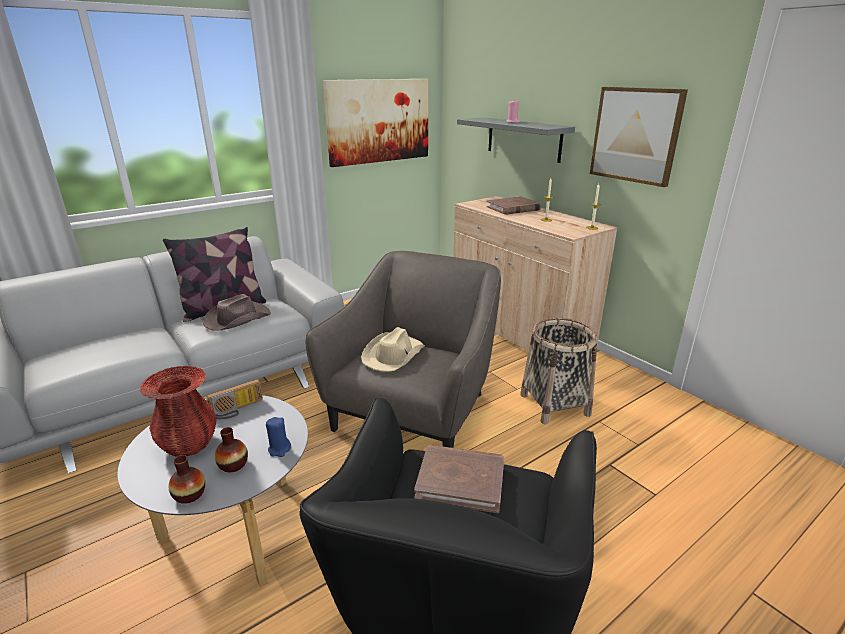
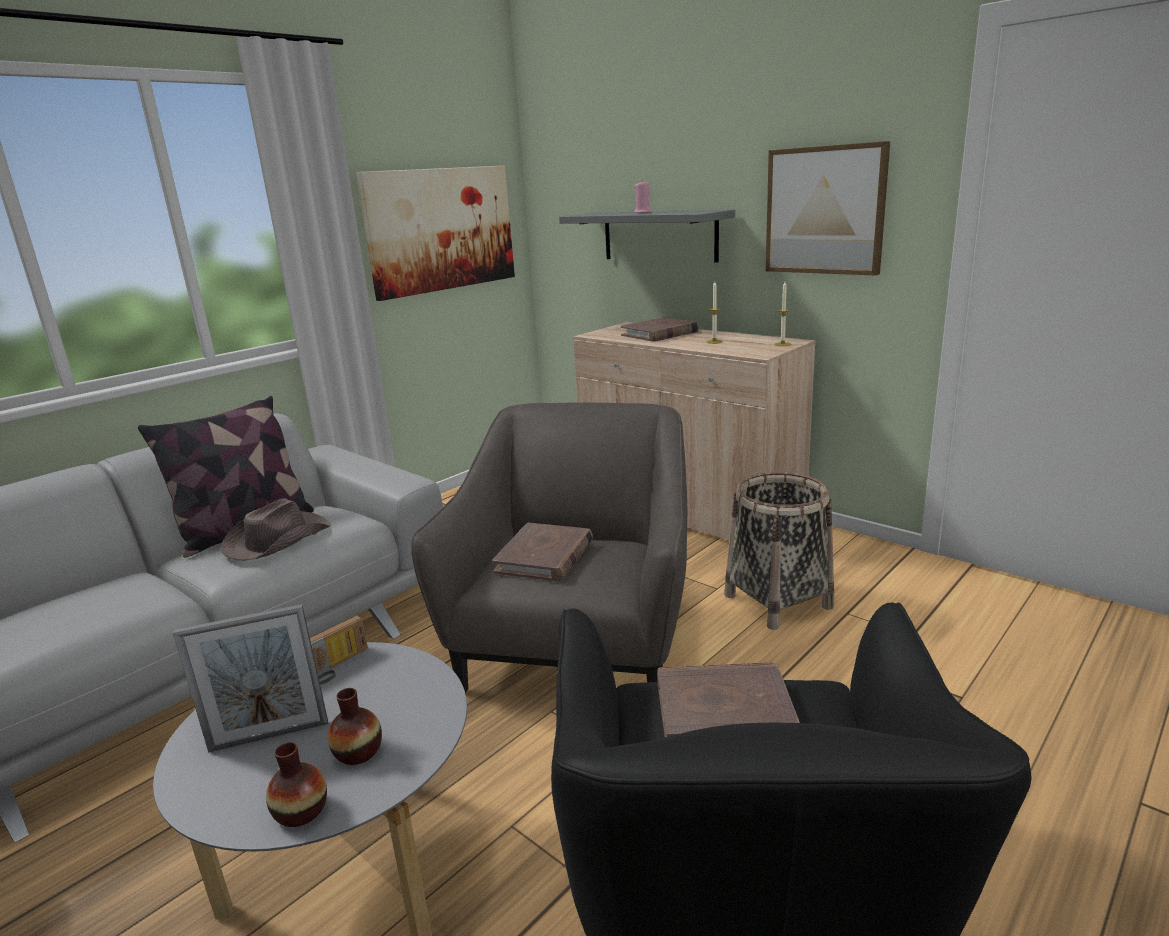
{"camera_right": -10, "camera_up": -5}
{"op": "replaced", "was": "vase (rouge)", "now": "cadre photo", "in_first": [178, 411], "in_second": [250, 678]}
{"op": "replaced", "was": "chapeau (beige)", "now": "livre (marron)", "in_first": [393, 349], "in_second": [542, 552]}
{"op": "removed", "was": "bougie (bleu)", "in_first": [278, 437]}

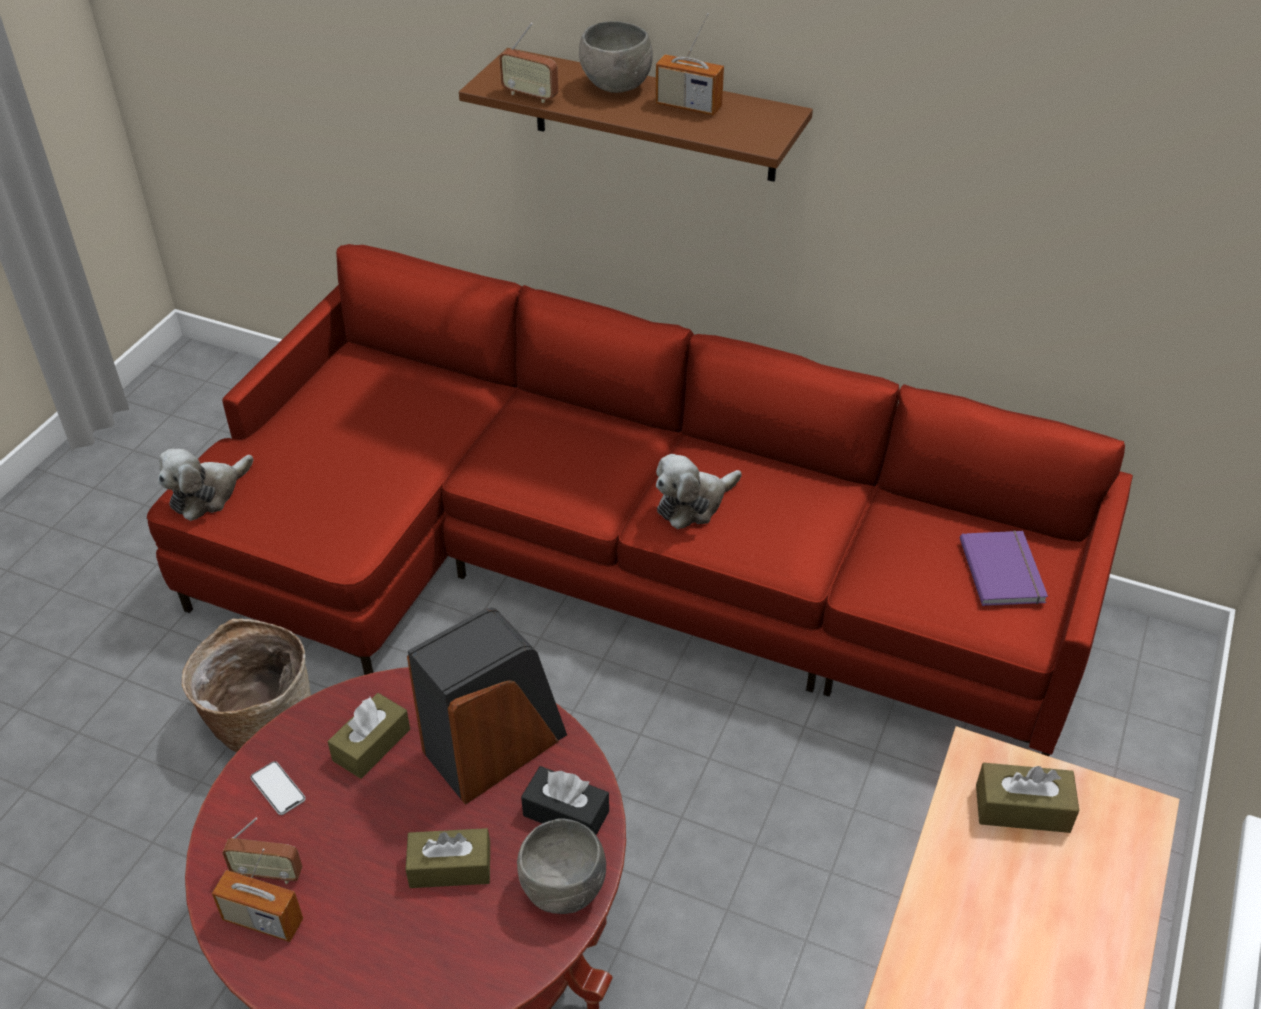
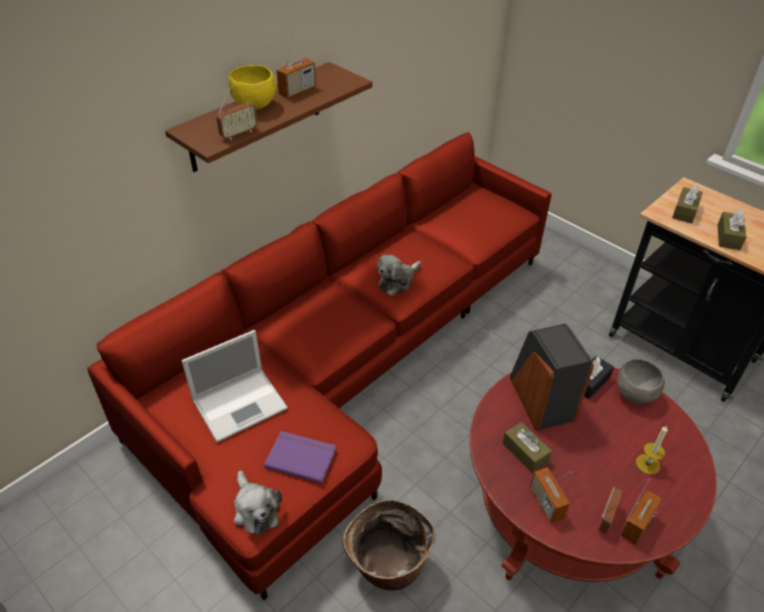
{"camera_right": -70, "camera_up": 0}
{"op": "added", "now": "ordinateur portable", "in_second": [235, 386]}
{"op": "recoloured", "was": "bol (gris)", "now": "bol (jaune)", "in_first": [616, 57], "in_second": [252, 87]}
{"op": "moved", "was": "livre (violet)", "in_first": [1004, 568], "in_second": [300, 457]}
{"op": "turned", "was": "peluche", "in_first": [699, 491], "in_second": [399, 275], "clockwise": 60}
{"op": "replaced", "was": "téléphone", "now": "radio", "in_first": [278, 788], "in_second": [550, 495]}
{"op": "added", "now": "bougie", "in_second": [652, 450]}
{"op": "moved", "was": "boîte à mouchoirs (marron)", "in_first": [448, 858], "in_second": [732, 229]}

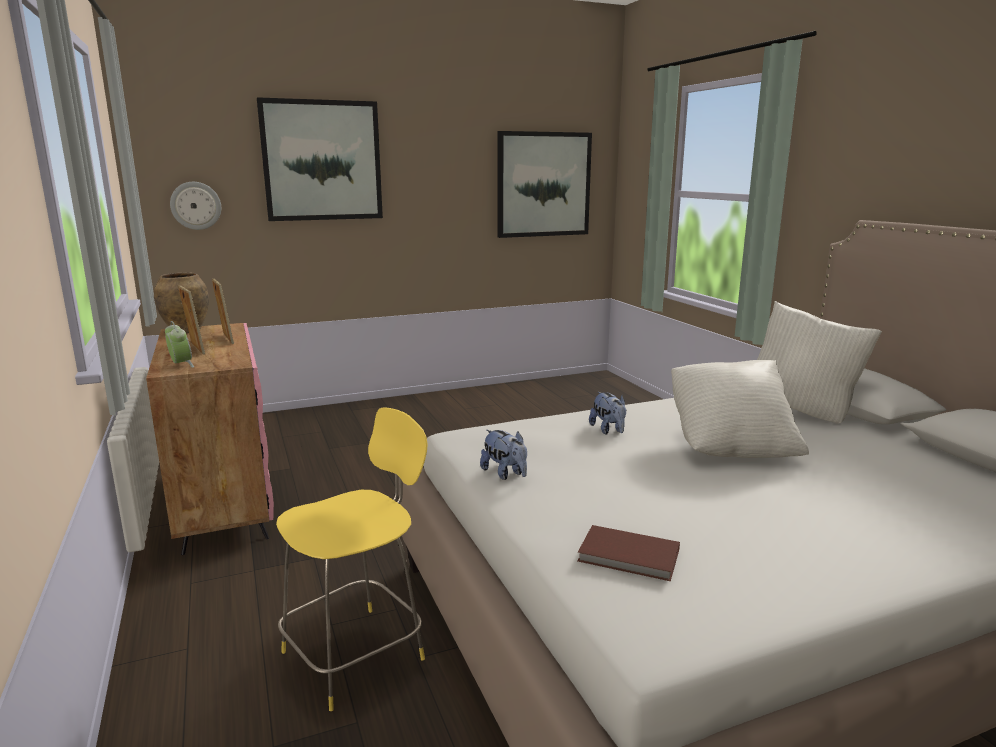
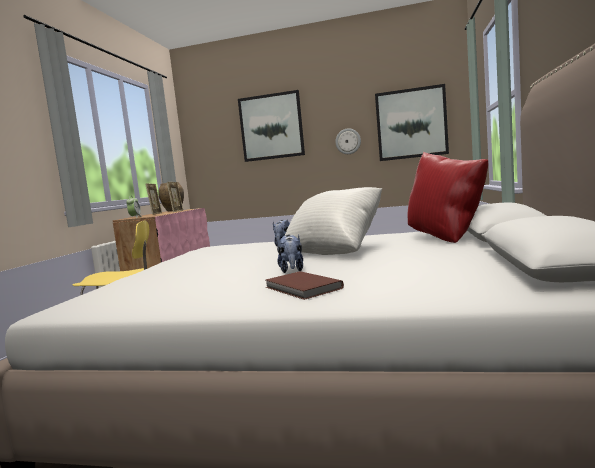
{"camera_right": 35, "camera_up": -10}
{"op": "moved", "was": "livre (marron)", "in_first": [629, 553], "in_second": [305, 285]}
{"op": "moved", "was": "peluche", "in_first": [503, 455], "in_second": [290, 253]}
{"op": "moved", "was": "horloge murale", "in_first": [195, 206], "in_second": [348, 141]}
{"op": "recoloured", "was": "coussin (blanc)", "now": "coussin (rouge)", "in_first": [819, 362], "in_second": [448, 197]}

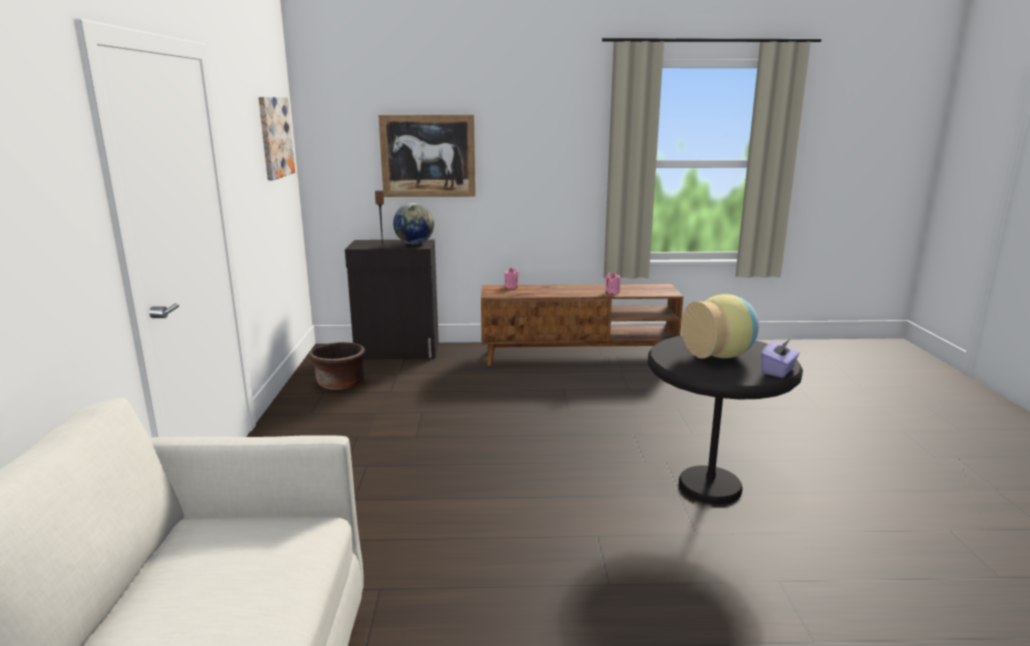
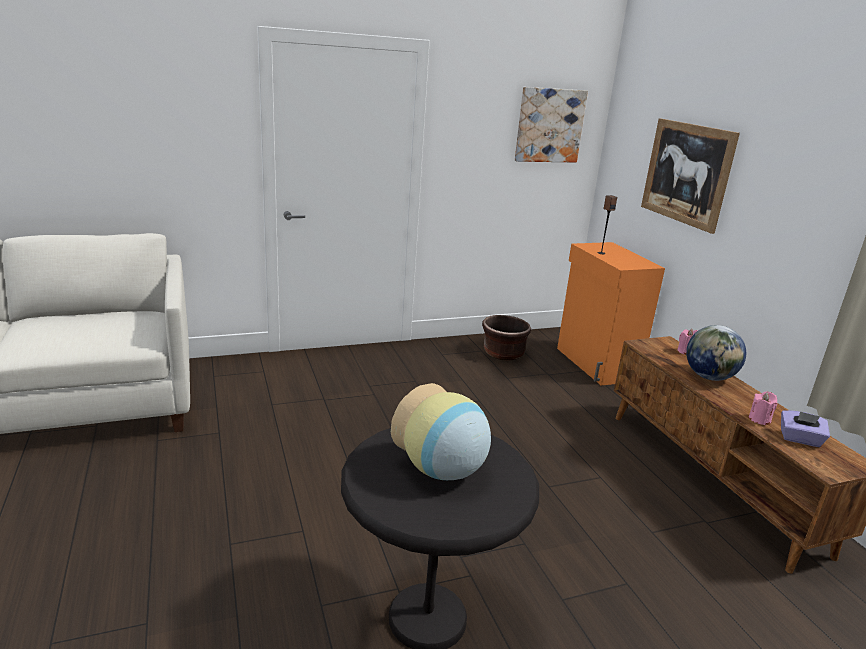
{"camera_right": 70, "camera_up": 5}
{"op": "recoloured", "was": "meuble de rangement (noir)", "now": "meuble de rangement (orange)", "in_first": [392, 299], "in_second": [611, 314]}
{"op": "moved", "was": "globe", "in_first": [413, 223], "in_second": [716, 353]}
{"op": "moved", "was": "boîte à mouchoirs (violet)", "in_first": [780, 358], "in_second": [805, 428]}

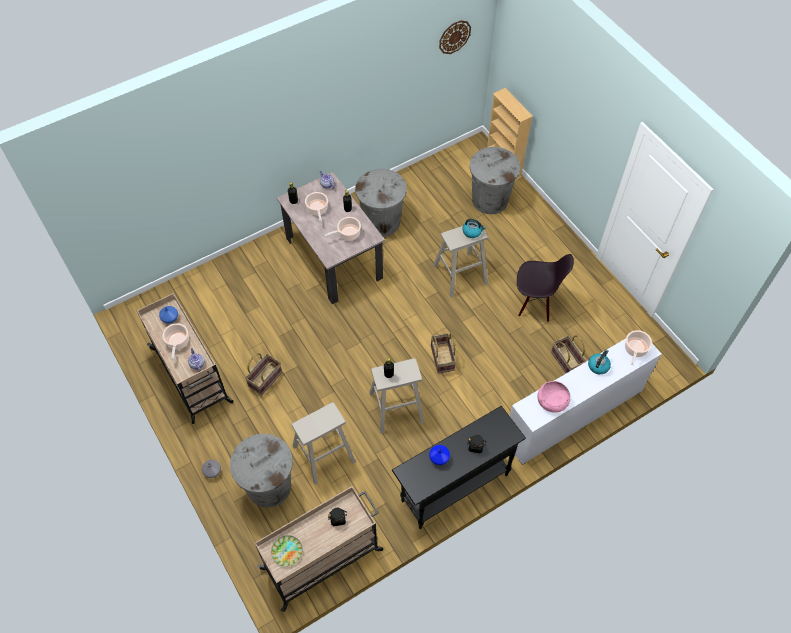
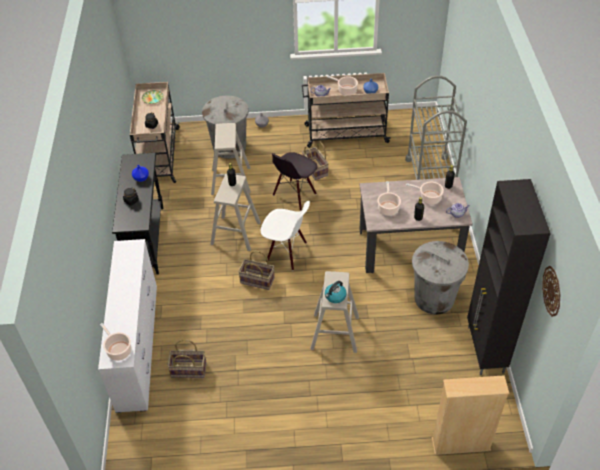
{"camera_right": 120, "camera_up": -10}
{"op": "added", "now": "chaise (blanc)", "in_second": [285, 235]}
{"op": "moved", "was": "chaise (noir)", "in_first": [545, 288], "in_second": [295, 181]}
{"op": "added", "now": "chariot (gris)", "in_second": [436, 127]}
{"op": "added", "now": "meuble de rangement (noir)", "in_second": [509, 277]}
{"op": "removed", "was": "poubelle (gris)", "in_first": [495, 180]}
{"op": "removed", "was": "bol (rose)", "in_first": [553, 397]}
{"op": "removed", "was": "bouilloire", "in_first": [599, 361]}

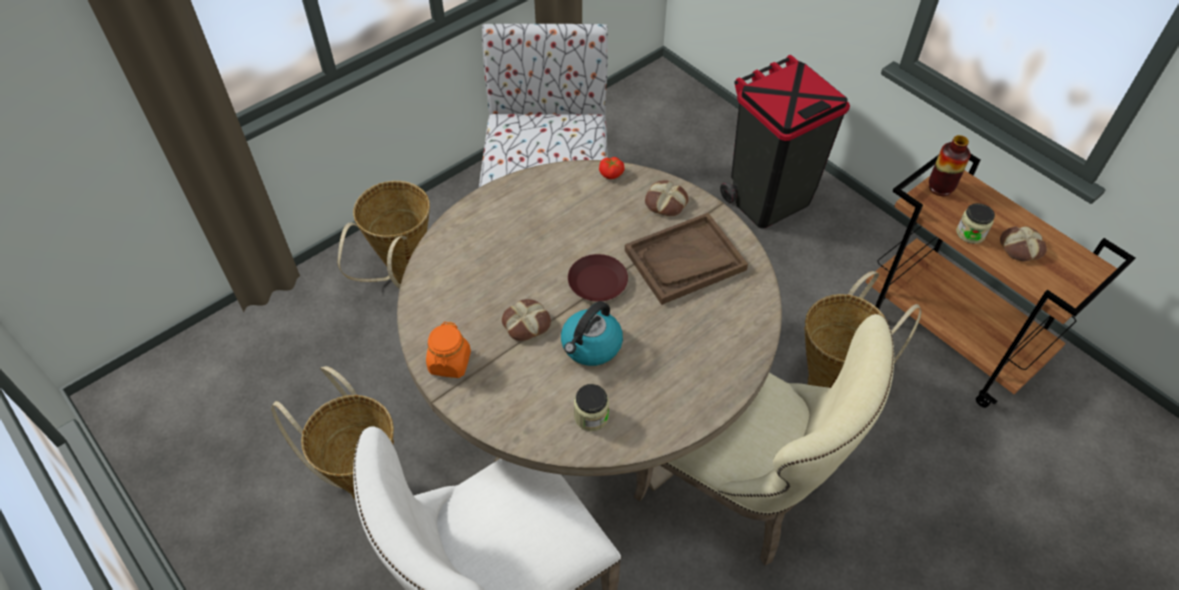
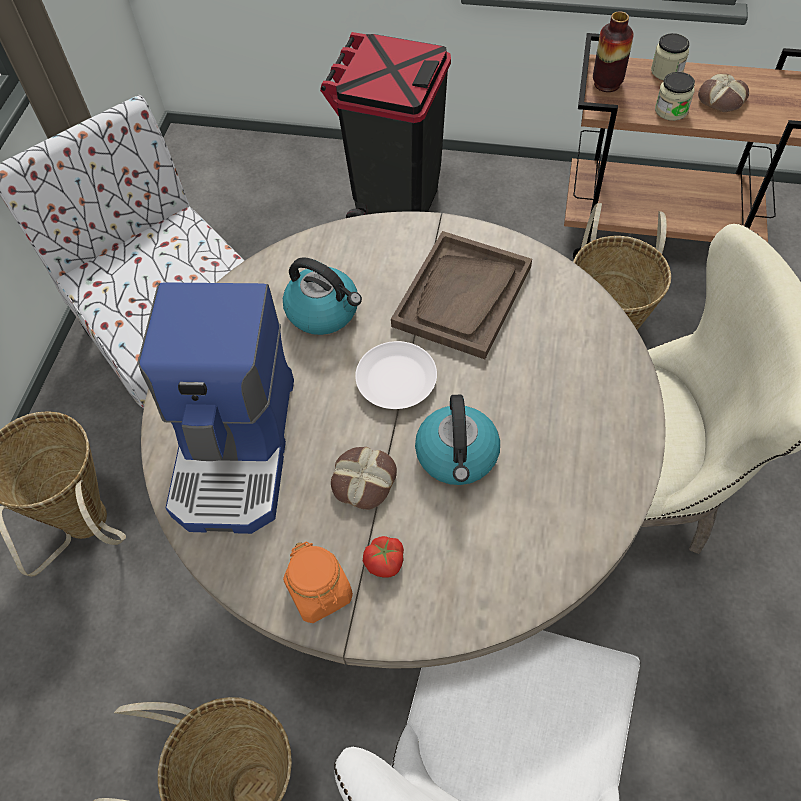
{"camera_right": -35, "camera_up": 5}
{"op": "added", "now": "machine à café", "in_second": [216, 408]}
{"op": "added", "now": "bouilloire", "in_second": [322, 296]}
{"op": "recoloured", "was": "assiette (marron)", "now": "assiette (blanc)", "in_first": [598, 277], "in_second": [396, 375]}
{"op": "moved", "was": "tomate", "in_first": [612, 168], "in_second": [383, 557]}
{"op": "moved", "was": "bocal", "in_first": [591, 407], "in_second": [670, 56]}
{"op": "removed", "was": "pain", "in_first": [667, 198]}

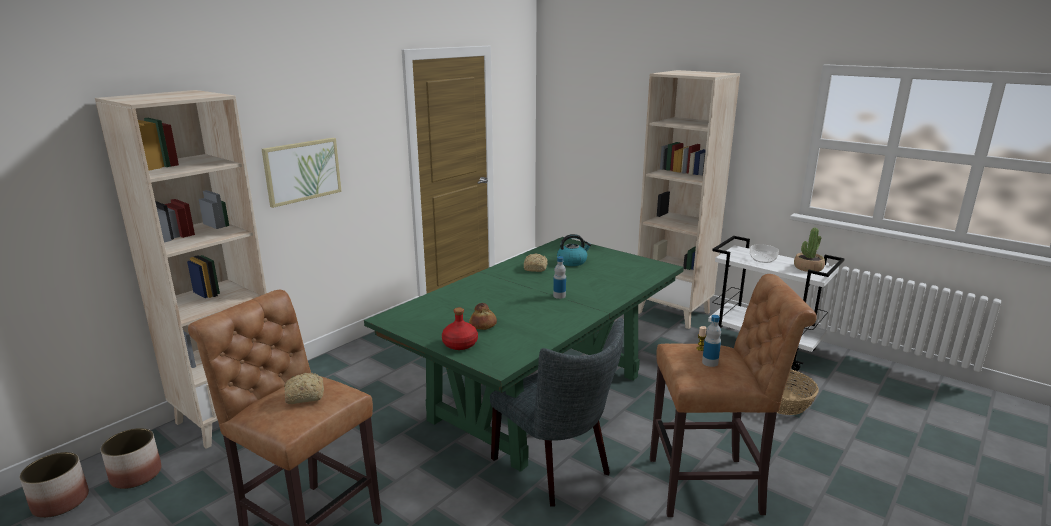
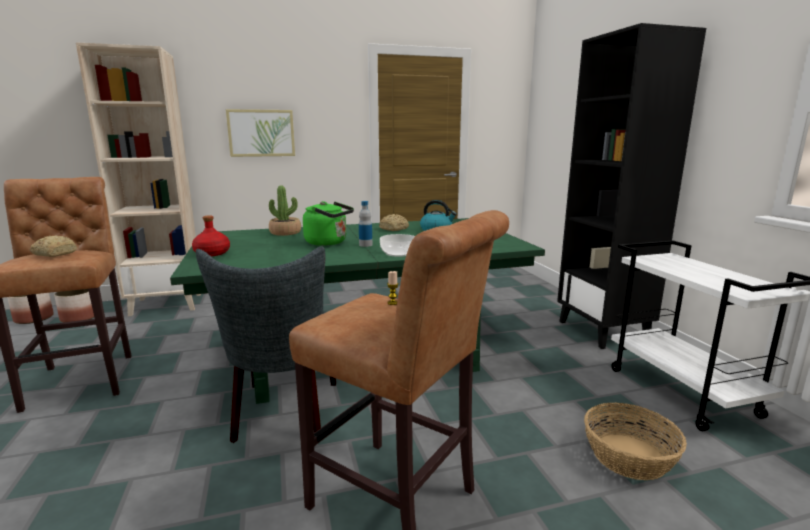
{"camera_right": 35, "camera_up": -5}
{"op": "moved", "was": "plante en pot", "in_first": [809, 250], "in_second": [285, 211]}
{"op": "added", "now": "bouilloire (vert)", "in_second": [328, 223]}
{"op": "moved", "was": "bol", "in_first": [764, 253], "in_second": [397, 245]}
{"op": "recoloured", "was": "bibliothèque (beige)", "now": "bibliothèque (noir)", "in_first": [689, 199], "in_second": [631, 186]}
{"op": "removed", "was": "pain", "in_first": [483, 316]}
{"op": "removed", "was": "bouteille", "in_first": [711, 341]}

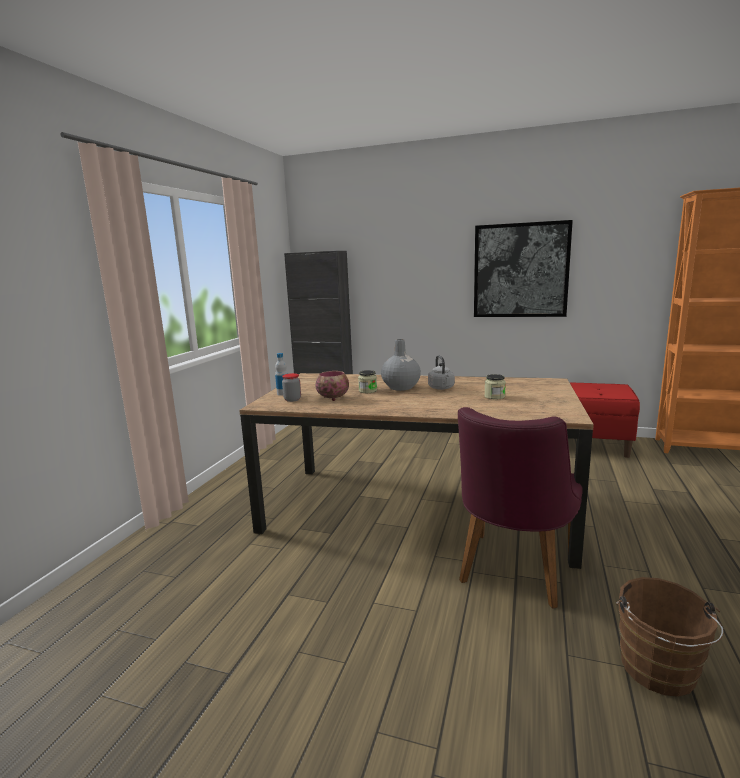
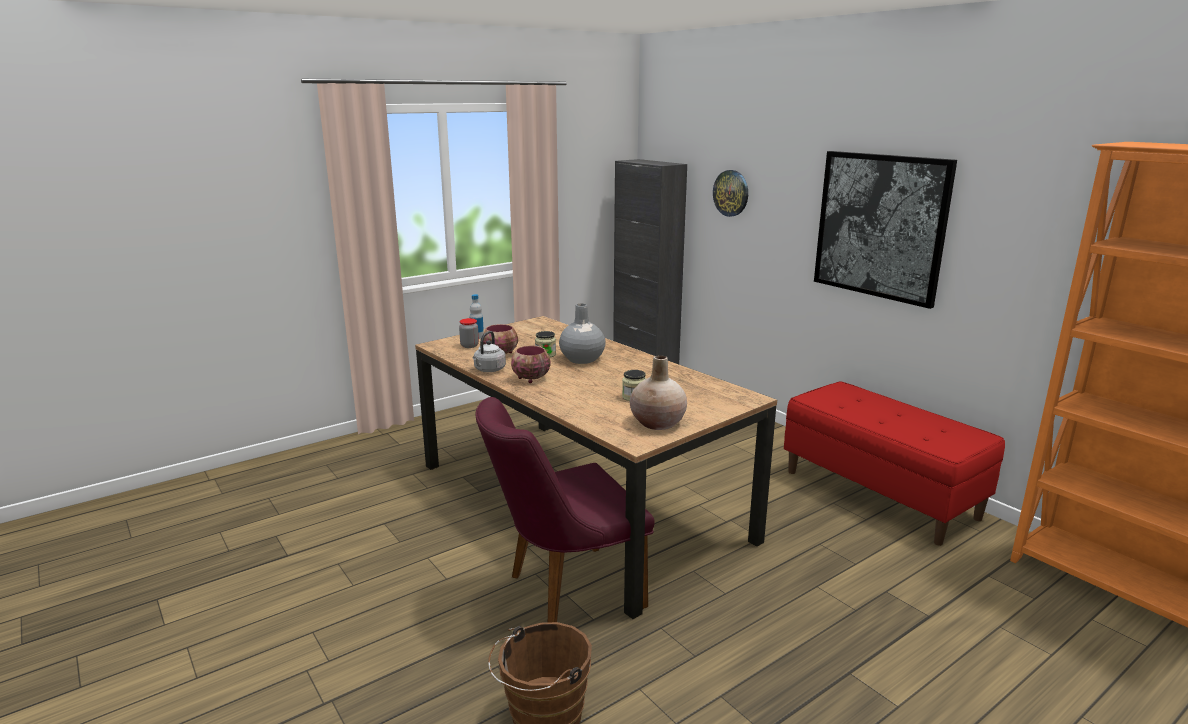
{"camera_right": 35, "camera_up": 5}
{"op": "moved", "was": "bouilloire (gris)", "in_first": [441, 372], "in_second": [489, 351]}
{"op": "added", "now": "bol", "in_second": [531, 364]}
{"op": "added", "now": "vase (beige)", "in_second": [658, 392]}
{"op": "added", "now": "horloge murale", "in_second": [730, 193]}

